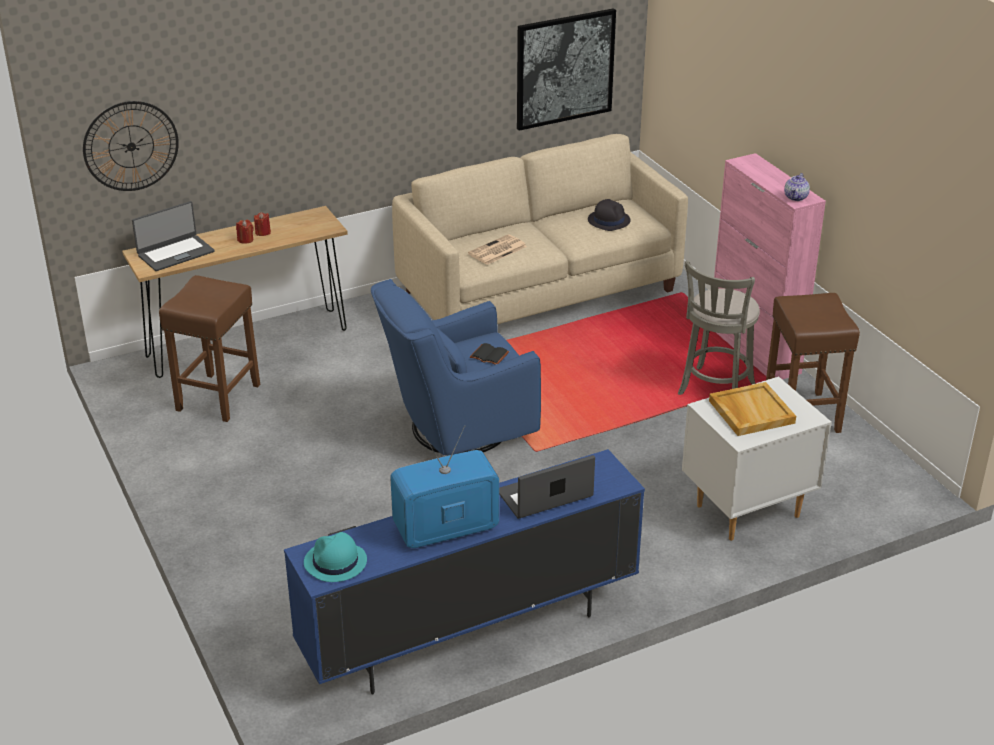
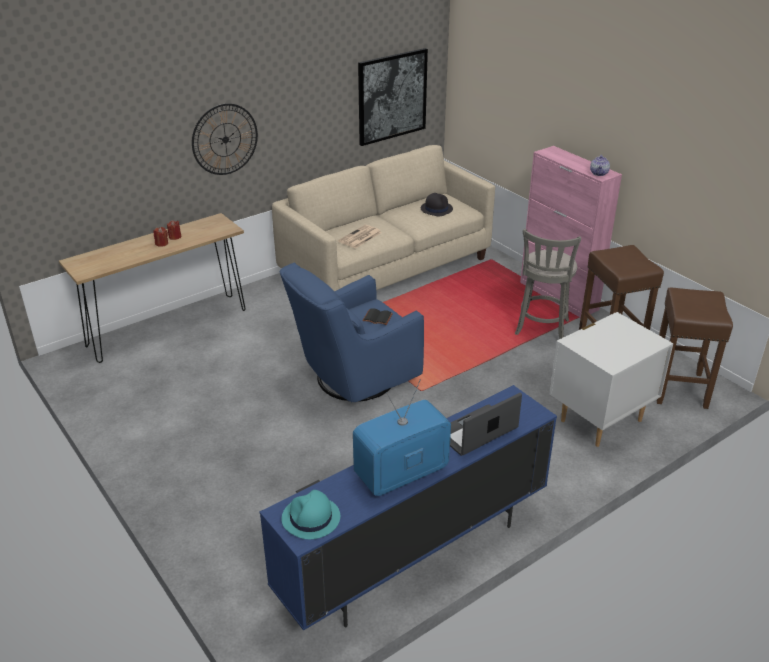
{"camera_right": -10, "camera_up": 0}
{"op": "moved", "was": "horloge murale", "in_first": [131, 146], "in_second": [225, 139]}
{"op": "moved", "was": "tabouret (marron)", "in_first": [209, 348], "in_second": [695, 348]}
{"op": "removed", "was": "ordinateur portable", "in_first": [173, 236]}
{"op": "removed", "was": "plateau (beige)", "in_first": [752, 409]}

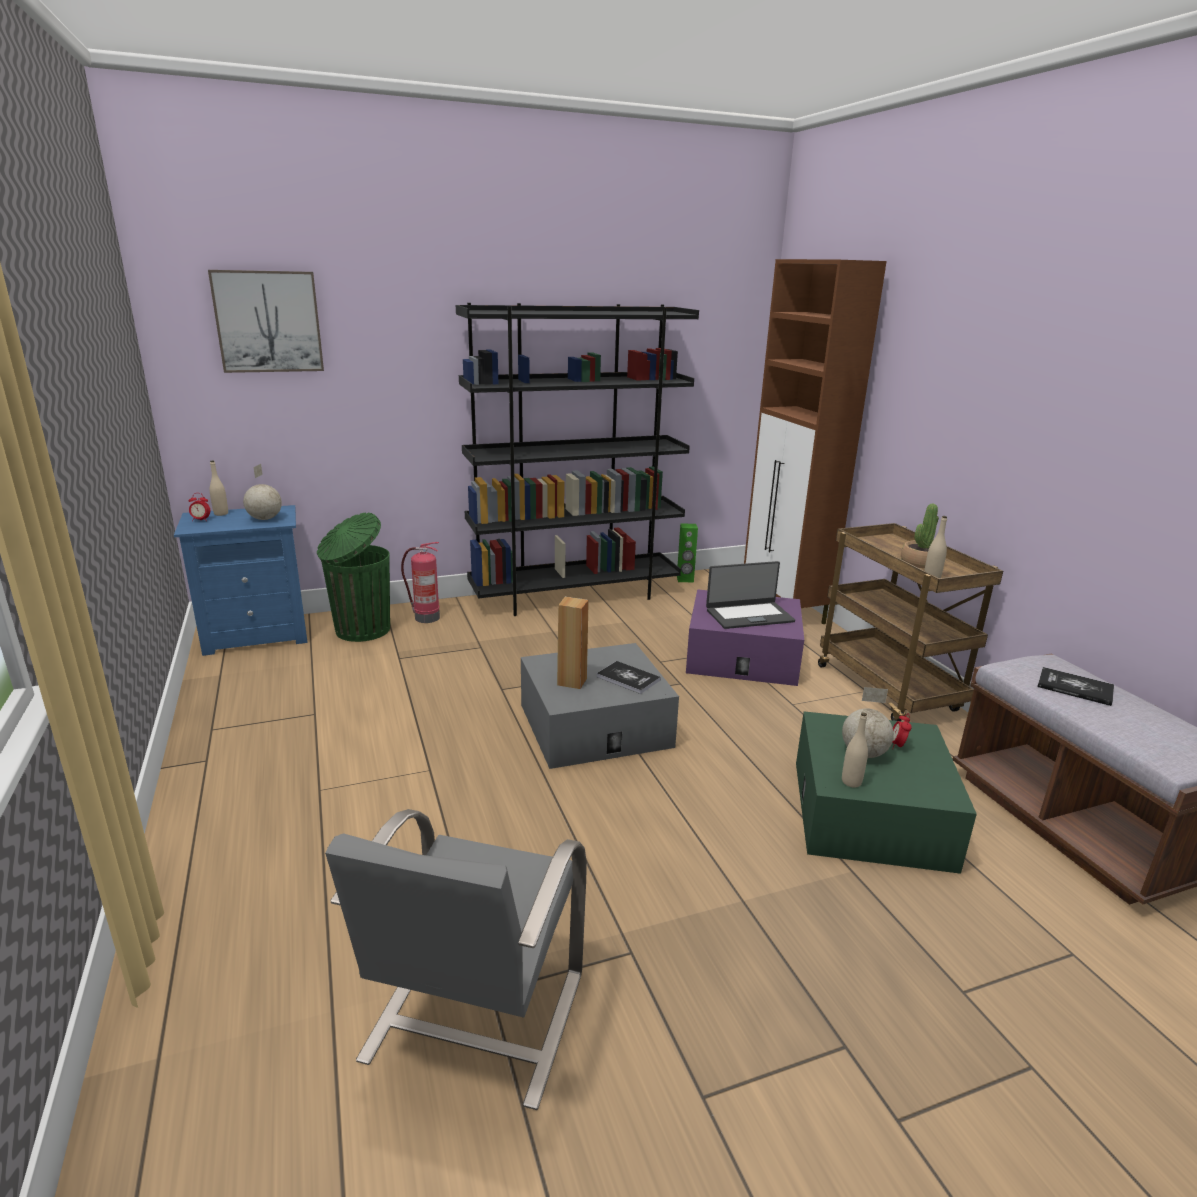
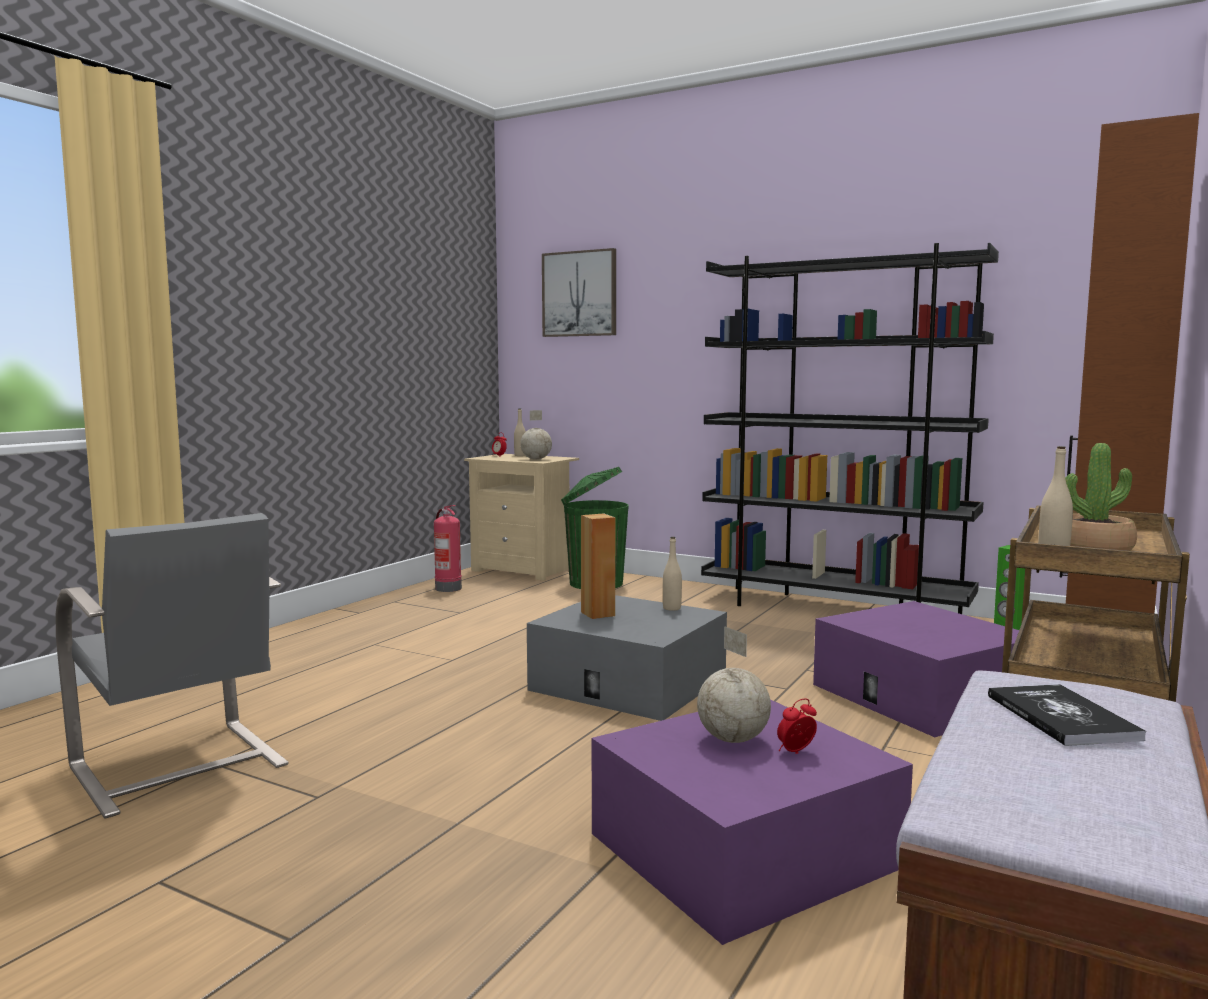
{"camera_right": 50, "camera_up": -15}
{"op": "turned", "was": "chaise (gris)", "in_first": [456, 959], "in_second": [172, 666], "clockwise": -105}
{"op": "moved", "was": "extincteur", "in_first": [420, 582], "in_second": [448, 548]}
{"op": "recoloured", "was": "table de chevet (bleu)", "now": "table de chevet (beige)", "in_first": [241, 580], "in_second": [521, 517]}
{"op": "recoloured", "was": "boîte de rangement (vert)", "now": "boîte de rangement (violet)", "in_first": [886, 792], "in_second": [752, 822]}
{"op": "moved", "was": "bouteille (beige)", "in_first": [855, 749], "in_second": [672, 574]}
{"op": "removed", "was": "livre", "in_first": [628, 677]}
{"op": "removed", "was": "ordinateur portable", "in_first": [750, 595]}

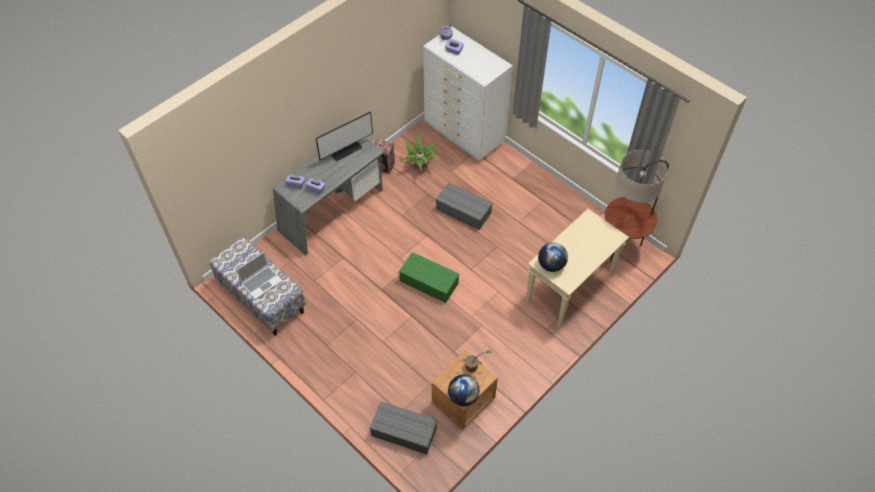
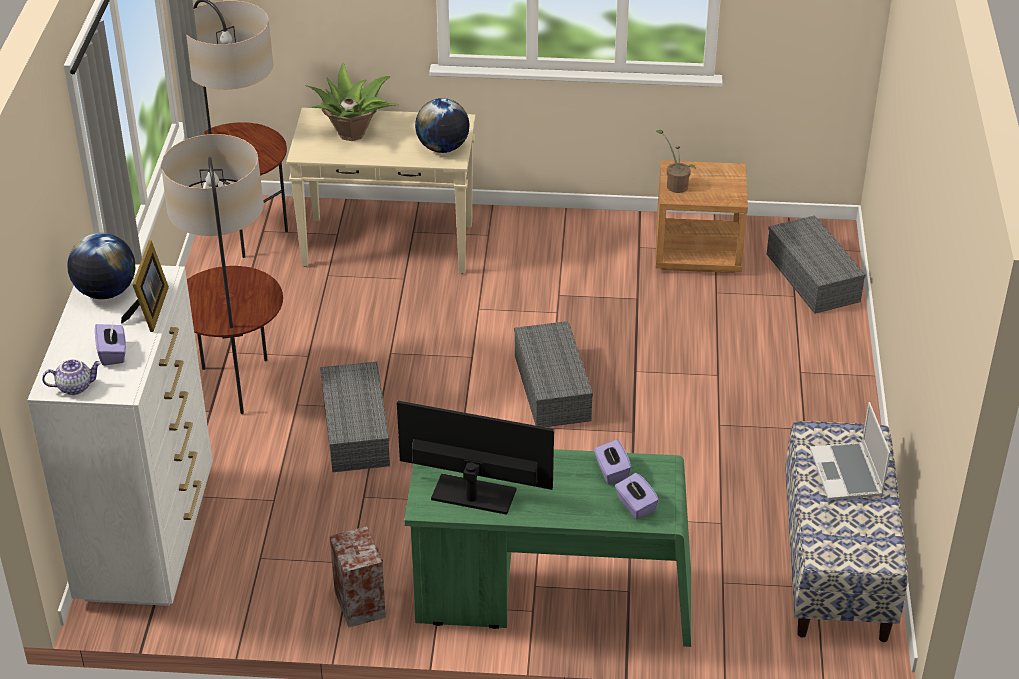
{"camera_right": -130, "camera_up": -15}
{"op": "moved", "was": "globe", "in_first": [464, 390], "in_second": [101, 266]}
{"op": "added", "now": "cadre photo", "in_second": [145, 286]}
{"op": "added", "now": "lampadaire", "in_second": [222, 274]}
{"op": "moved", "was": "plante en pot", "in_first": [420, 152], "in_second": [352, 102]}
{"op": "recoloured", "was": "bureau (gris)", "now": "bureau (vert)", "in_first": [328, 196], "in_second": [547, 548]}
{"op": "recoloured", "was": "boîte de rangement (vert)", "now": "boîte de rangement (gris)", "in_first": [429, 277], "in_second": [553, 374]}
{"op": "turned", "was": "ordinateur portable", "in_first": [259, 276], "in_second": [850, 451], "clockwise": -105}

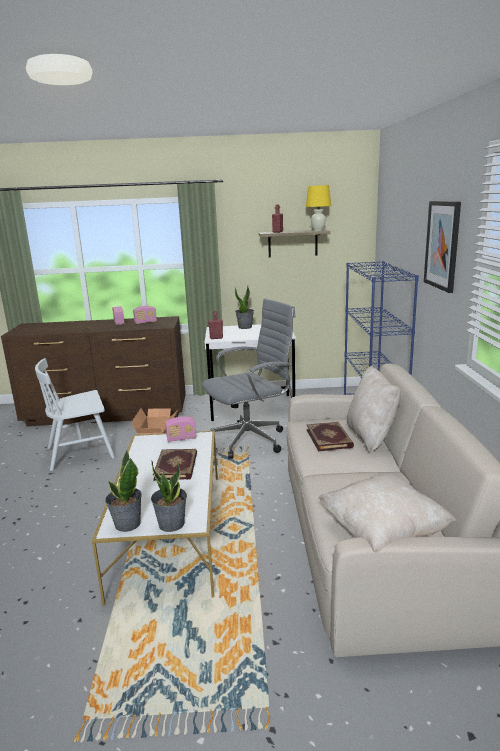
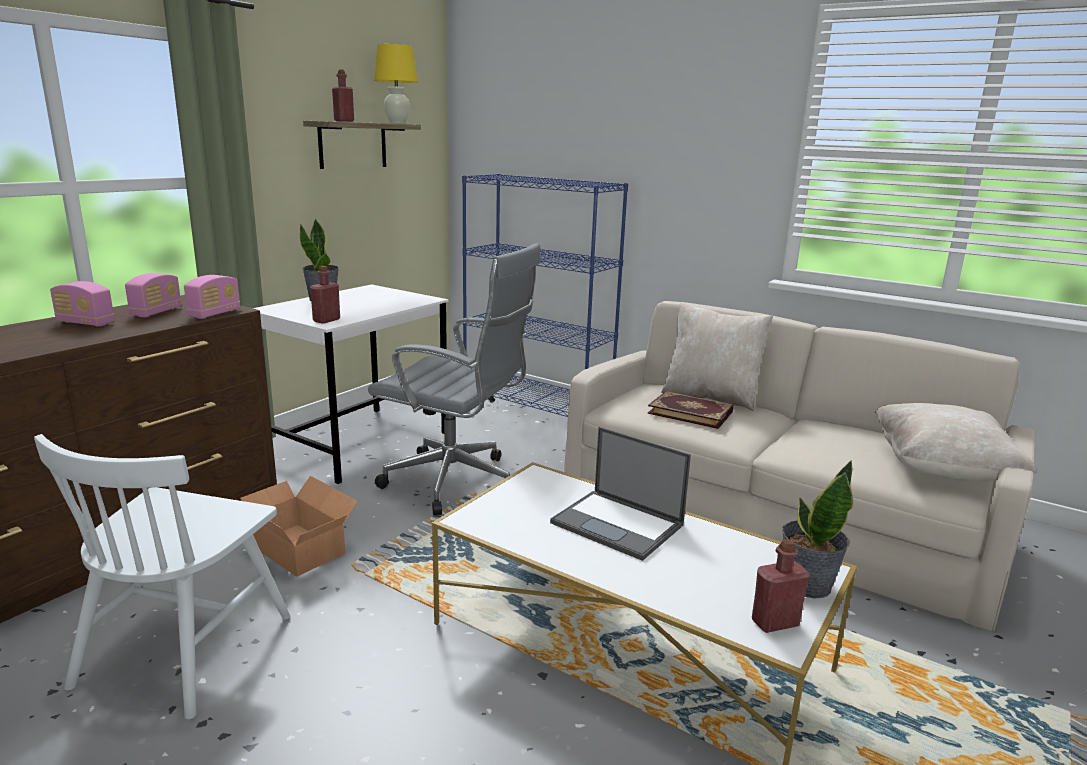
{"camera_right": -55, "camera_up": 0}
{"op": "moved", "was": "radio", "in_first": [180, 429], "in_second": [212, 297]}
{"op": "turned", "was": "chaise de bureau (gris)", "in_first": [249, 379], "in_second": [454, 379], "clockwise": 105}
{"op": "replaced", "was": "livre", "now": "ordinateur portable", "in_first": [175, 465], "in_second": [620, 494]}
{"op": "replaced", "was": "plante en pot", "now": "bouteille (rouge)", "in_first": [123, 491], "in_second": [780, 586]}
{"op": "removed", "was": "tableau", "in_first": [442, 247]}

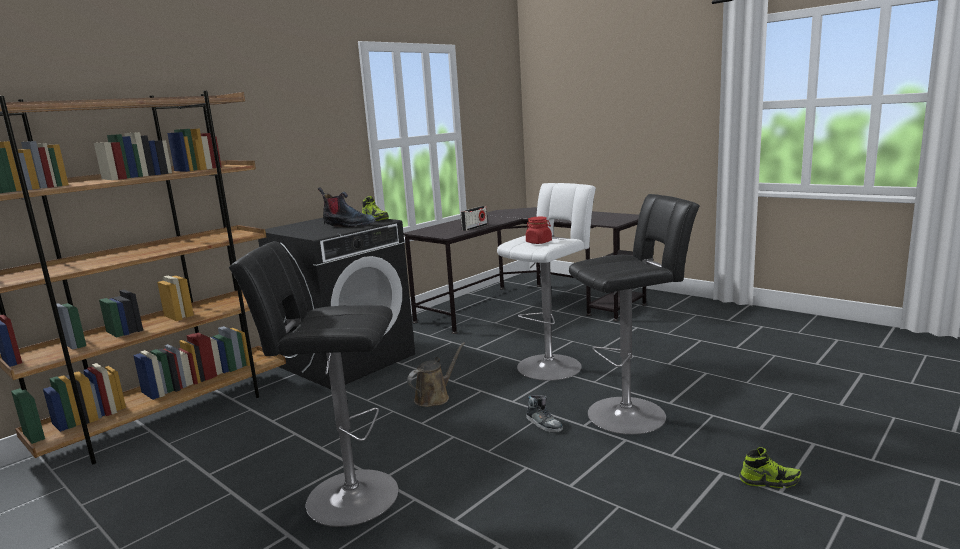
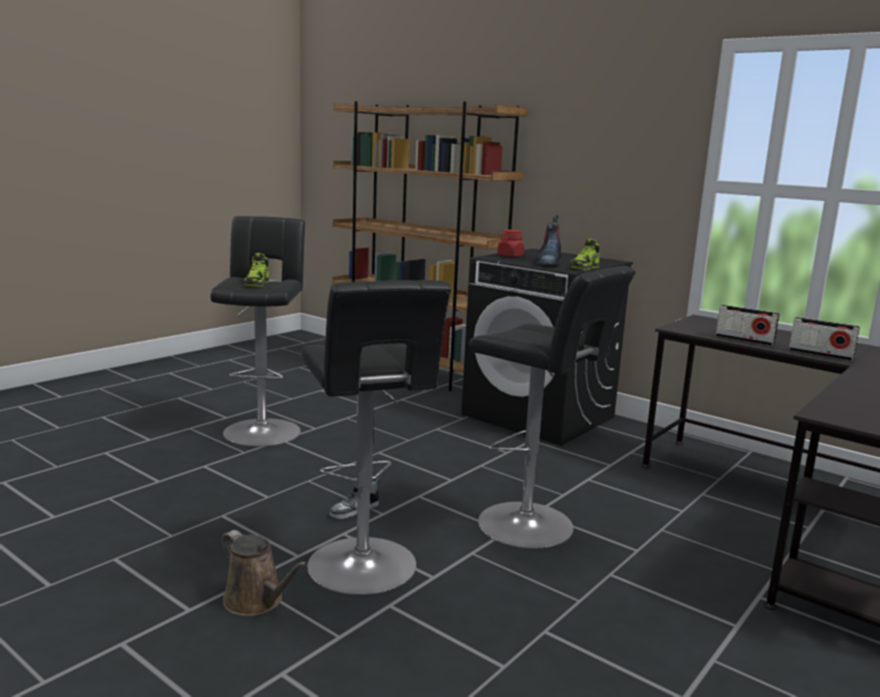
{"camera_right": 85, "camera_up": 0}
{"op": "moved", "was": "arrosoir (marron)", "in_first": [436, 374], "in_second": [265, 573]}
{"op": "moved", "was": "chaussure", "in_first": [771, 467], "in_second": [256, 270]}
{"op": "recoloured", "was": "tabouret (blanc)", "now": "tabouret (noir)", "in_first": [546, 282], "in_second": [552, 407]}
{"op": "moved", "was": "bocal (rouge)", "in_first": [539, 230], "in_second": [510, 243]}
{"op": "added", "now": "radio", "in_second": [824, 339]}

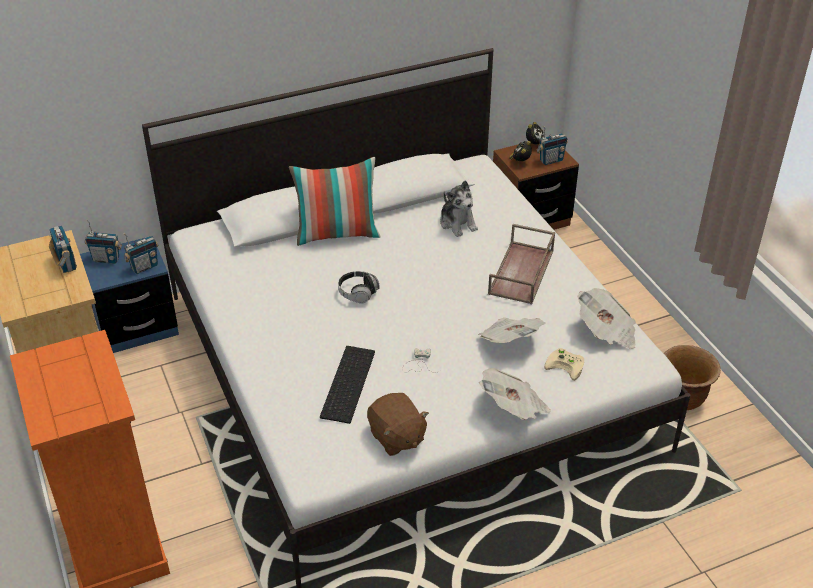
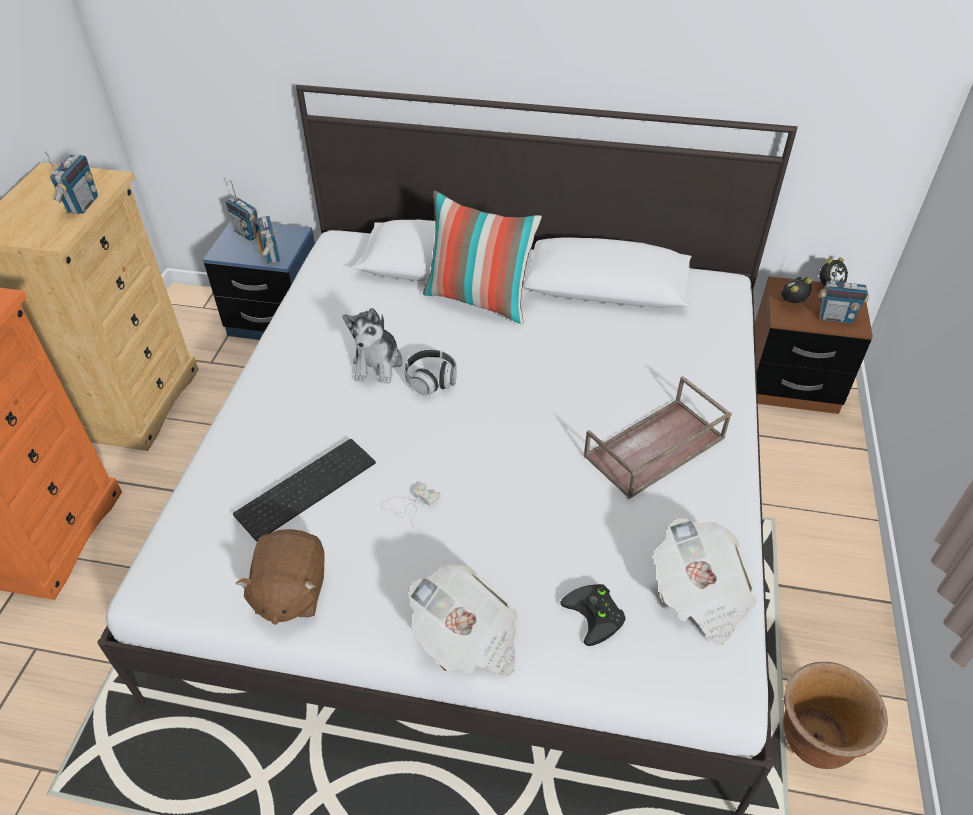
{"camera_right": 35, "camera_up": 5}
{"op": "turned", "was": "radio", "in_first": [141, 253], "in_second": [268, 239], "clockwise": -105}
{"op": "moved", "was": "peluche", "in_first": [459, 208], "in_second": [372, 346]}
{"op": "recoloured", "was": "manette (beige)", "now": "manette (noir)", "in_first": [564, 364], "in_second": [593, 615]}
{"op": "removed", "was": "journal", "in_first": [512, 330]}

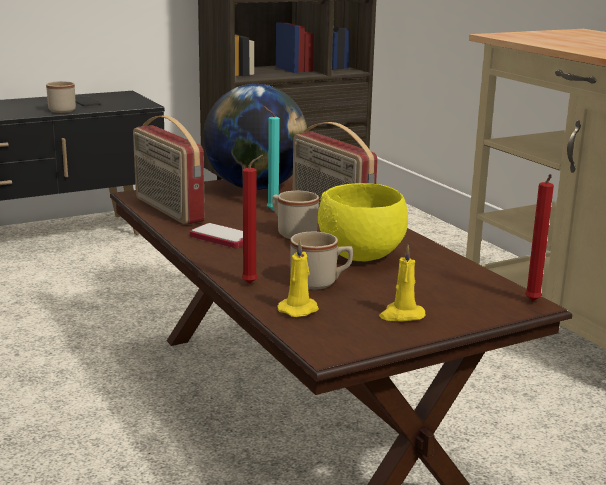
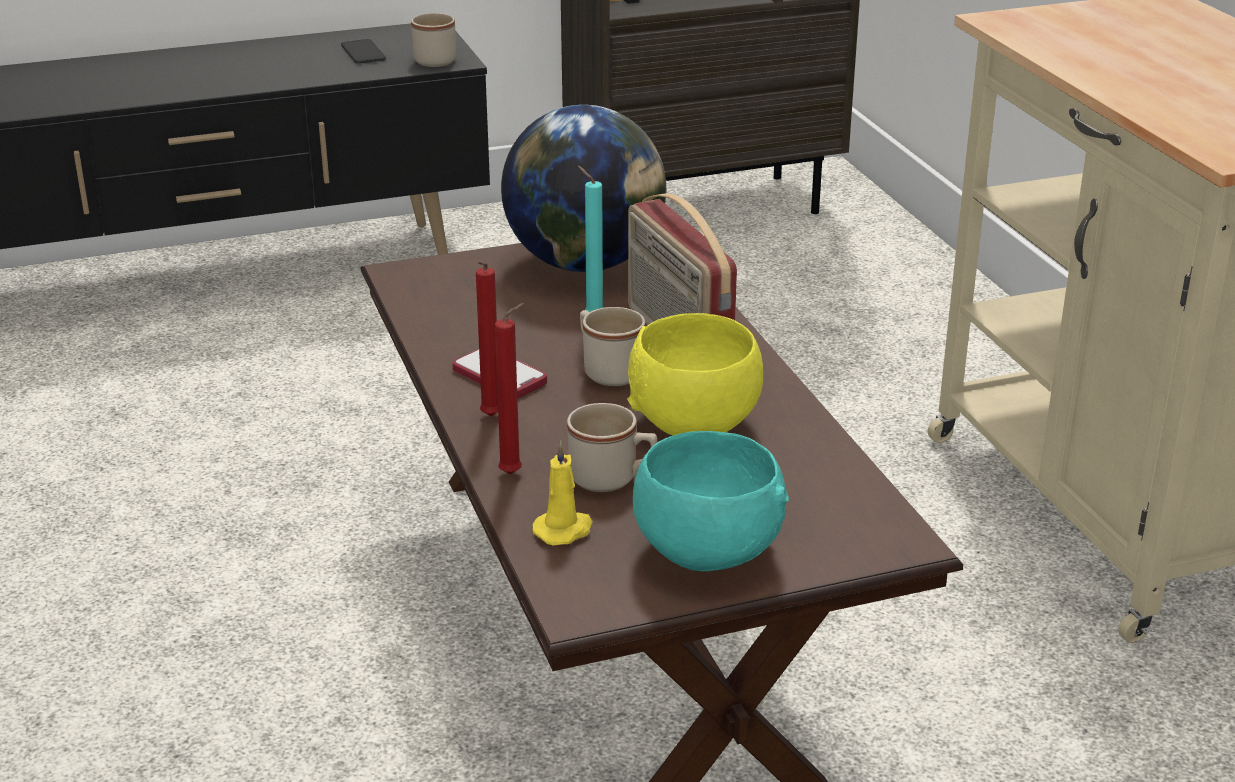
{"camera_right": 10, "camera_up": 10}
{"op": "moved", "was": "mug (beige)", "in_first": [61, 97], "in_second": [433, 40]}
{"op": "moved", "was": "bougie (rouge)", "in_first": [539, 237], "in_second": [487, 338]}
{"op": "replaced", "was": "bougie (jaune)", "now": "bol (turquoise)", "in_first": [402, 283], "in_second": [711, 501]}
{"op": "removed", "was": "radio", "in_first": [169, 170]}

